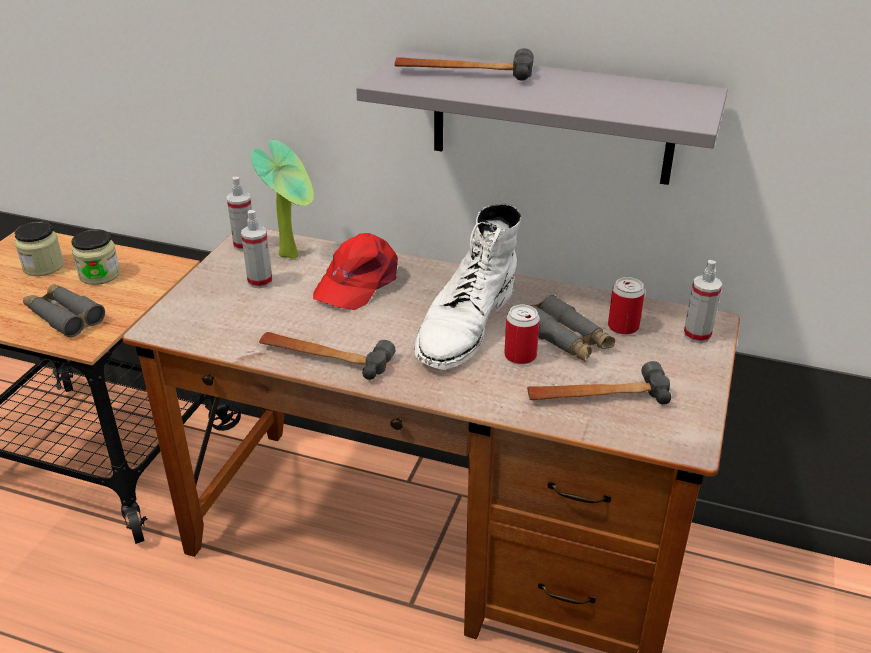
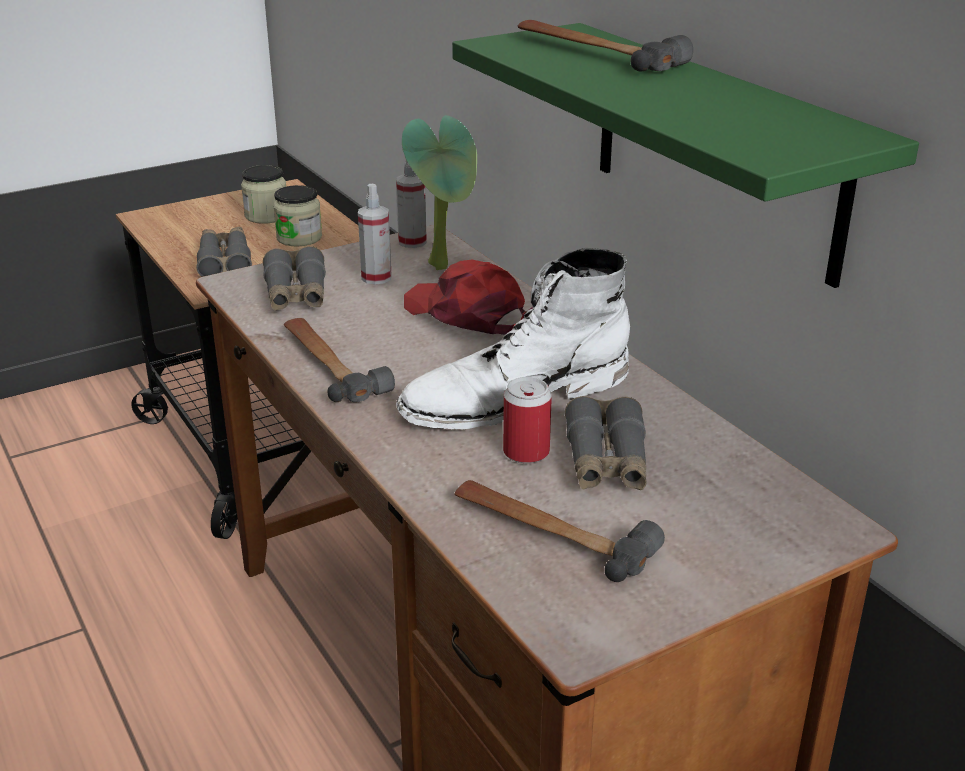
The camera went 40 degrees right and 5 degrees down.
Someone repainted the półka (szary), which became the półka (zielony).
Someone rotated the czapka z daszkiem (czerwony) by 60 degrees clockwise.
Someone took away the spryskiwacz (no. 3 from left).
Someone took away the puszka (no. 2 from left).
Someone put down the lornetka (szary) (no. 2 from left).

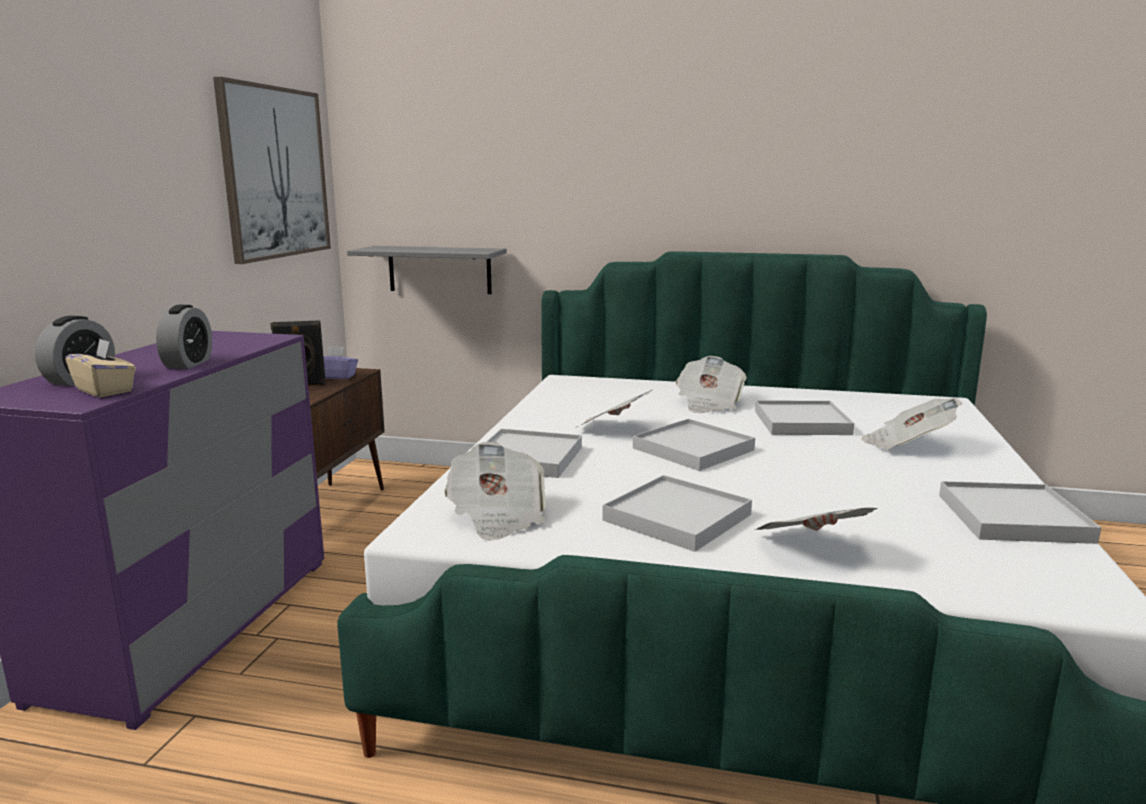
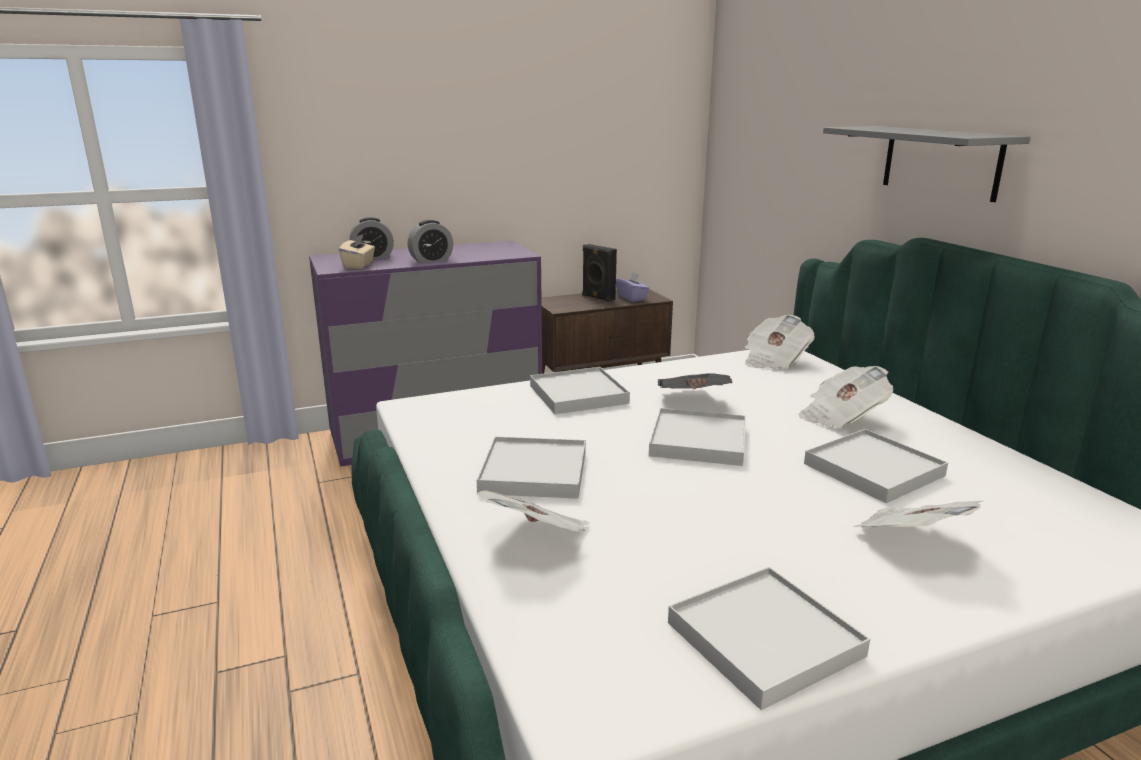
The camera went 55 degrees right and 5 degrees up.
Someone took away the obraz.
Someone carried the półka (szary).
Someone carried the gazeta (no. 1 from left in the first image).

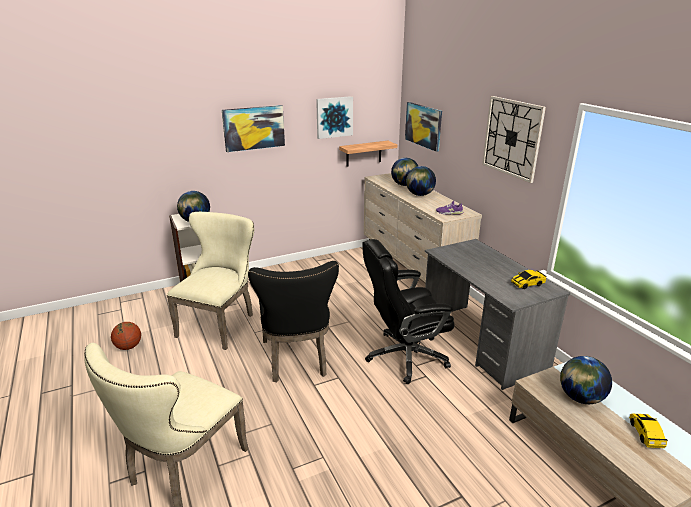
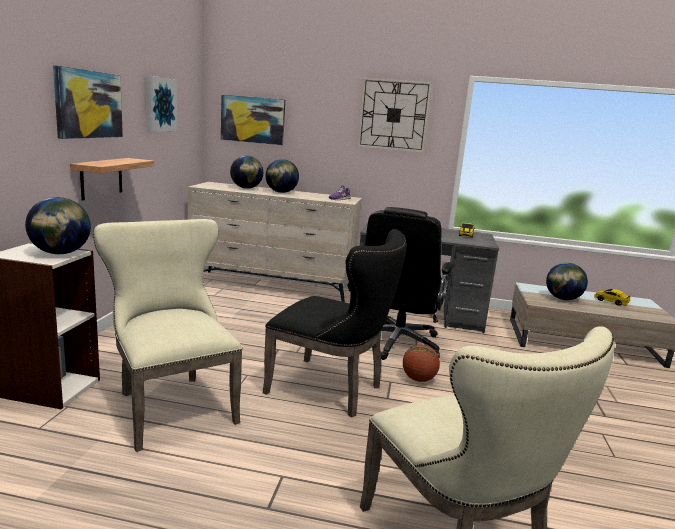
The camera went 55 degrees left and 10 degrees down.
Someone carried the półka.
Someone carried the piłka do koszykówki.

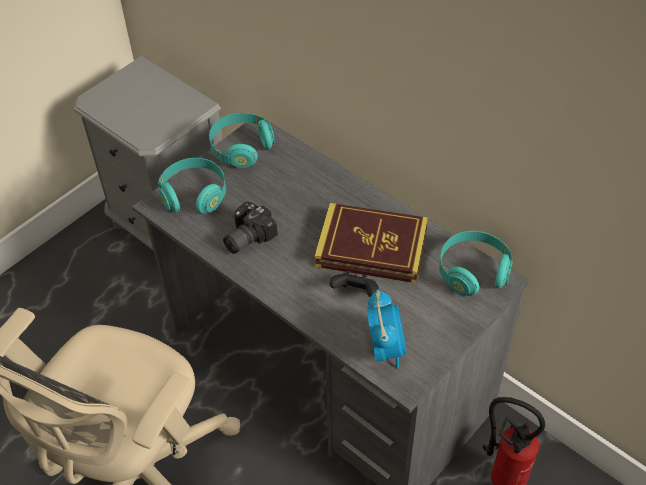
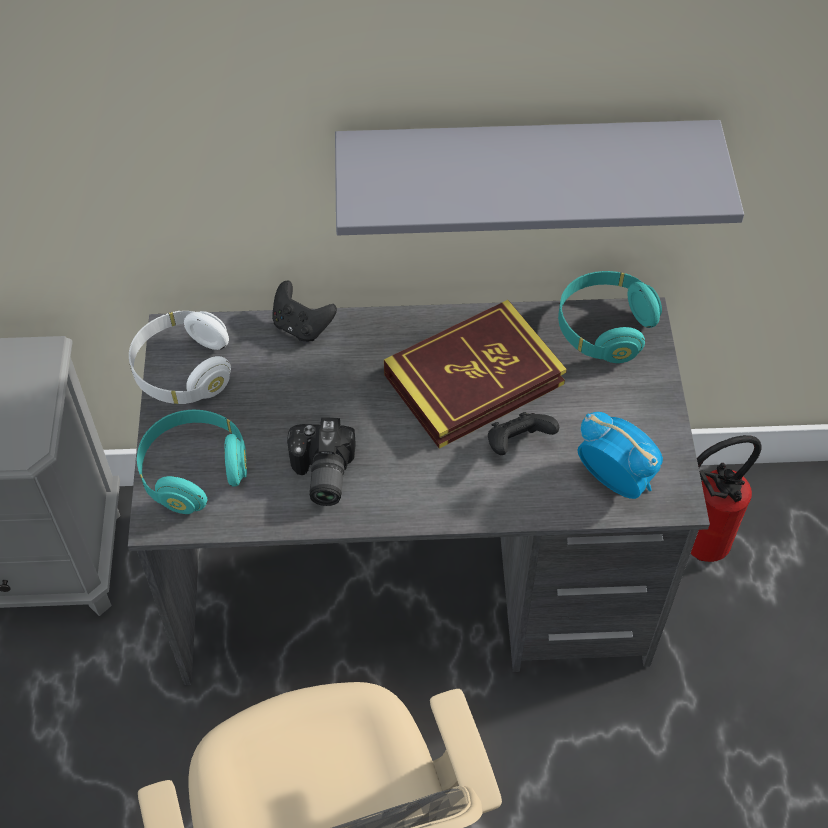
The camera went 45 degrees left and 5 degrees up.
Someone repainted the słuchawki (turkusowy) (no. 2 from left), which became the słuchawki (biały).
Someone put up the półka (szary).
Someone put down the pad do gier (czarny) (no. 1 from left).

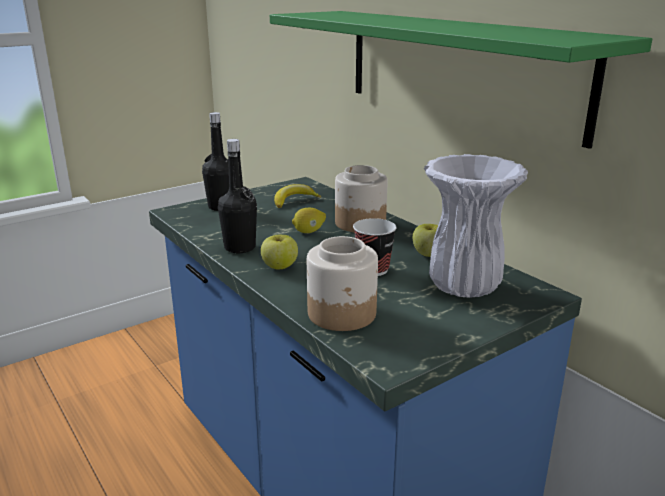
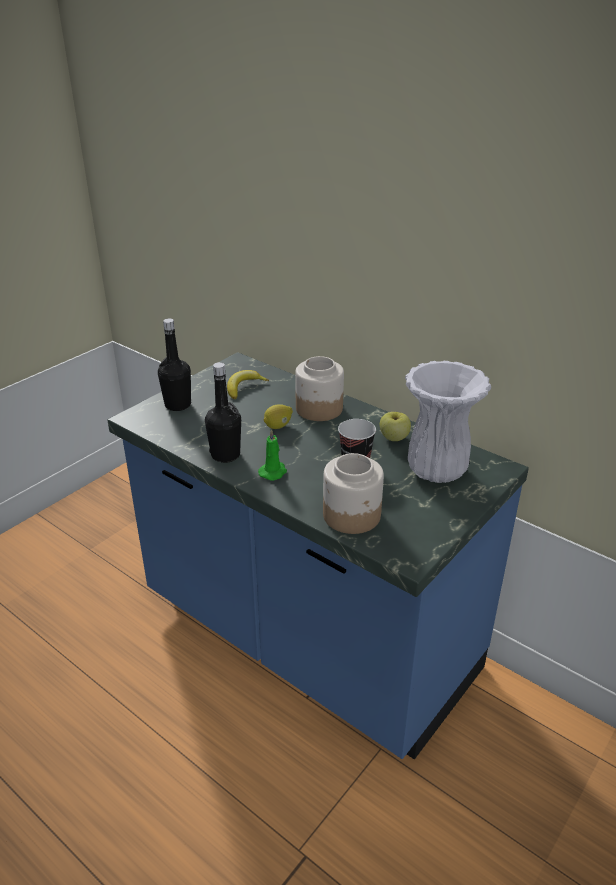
The camera went 15 degrees left and 10 degrees up.
Someone took away the półka (zielony).
Someone swapped the jabłko (no. 1 from left) for the świeca (zielony).

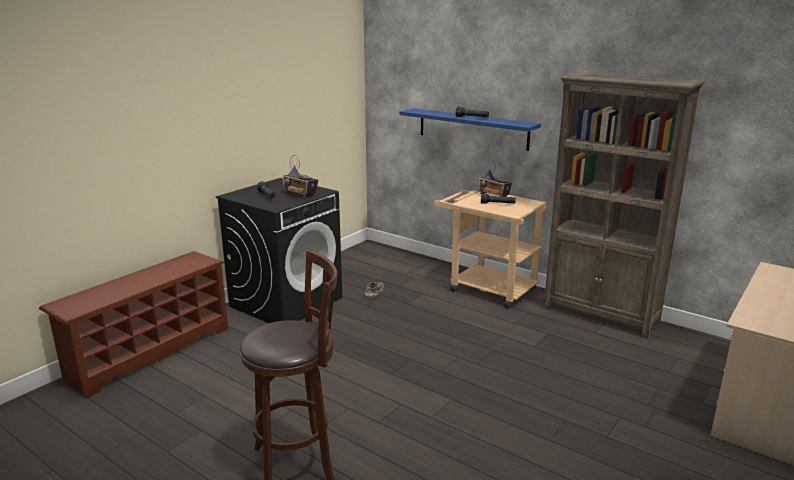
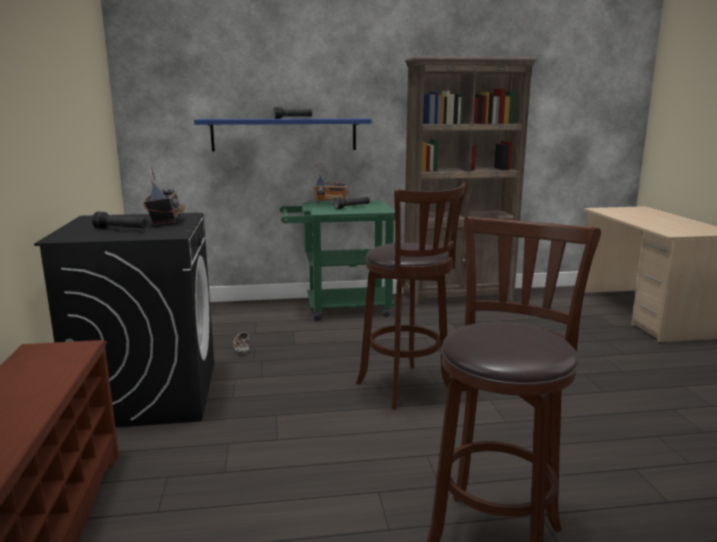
The camera went 45 degrees left and 5 degrees down.
Someone rotated the radio (no. 1 from left) by 90 degrees counterclockwise.
Someone repainted the wózek (beżowy), which became the wózek (zielony).
Someone put down the stołek (brązowy) (no. 1 from left).

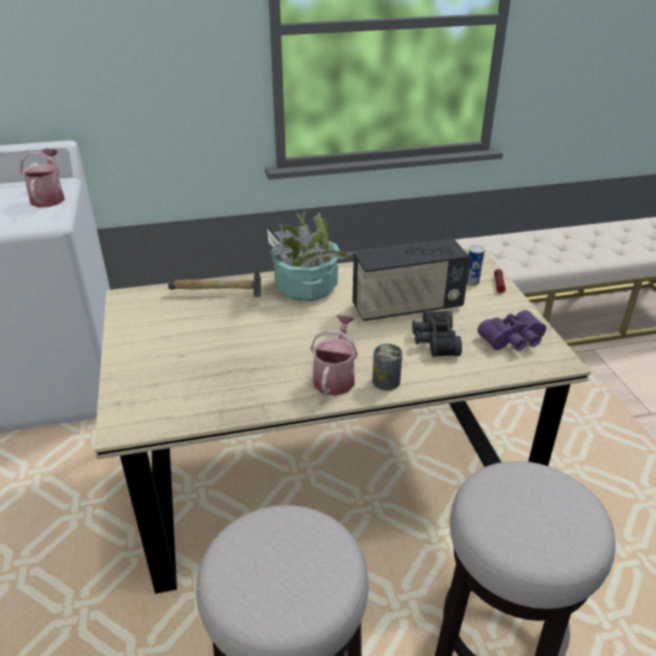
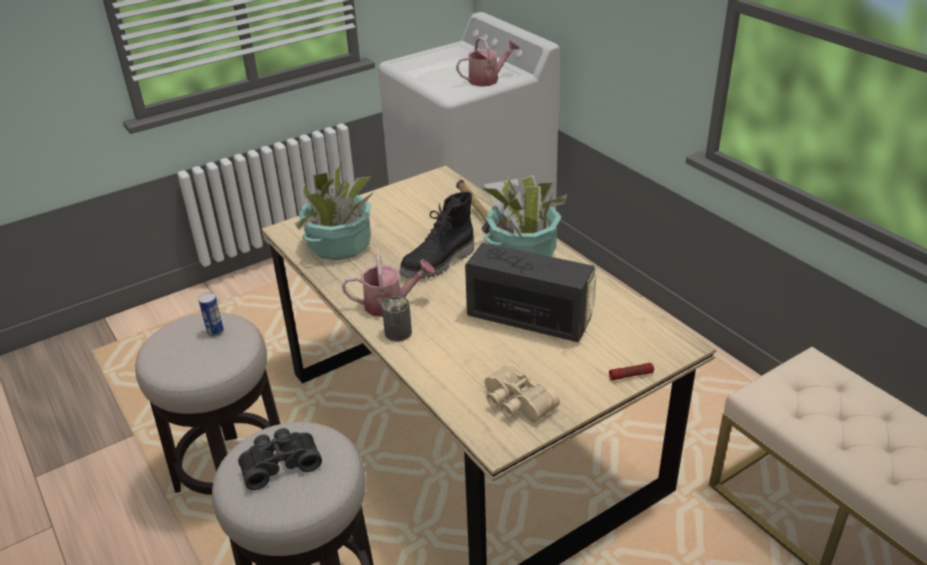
The camera went 70 degrees right and 0 degrees up.
Someone rotated the radio by 150 degrees clockwise.
Someone carried the puszka (no. 2 from left in the first image).
Someone repainted the lornetka (fioletowy), which became the lornetka (beżowy).
Someone carried the lornetka (czarny).
Someone put down the roślina doniczkowa (no. 1 from left).
Someone put down the but z cholewką (czarny).

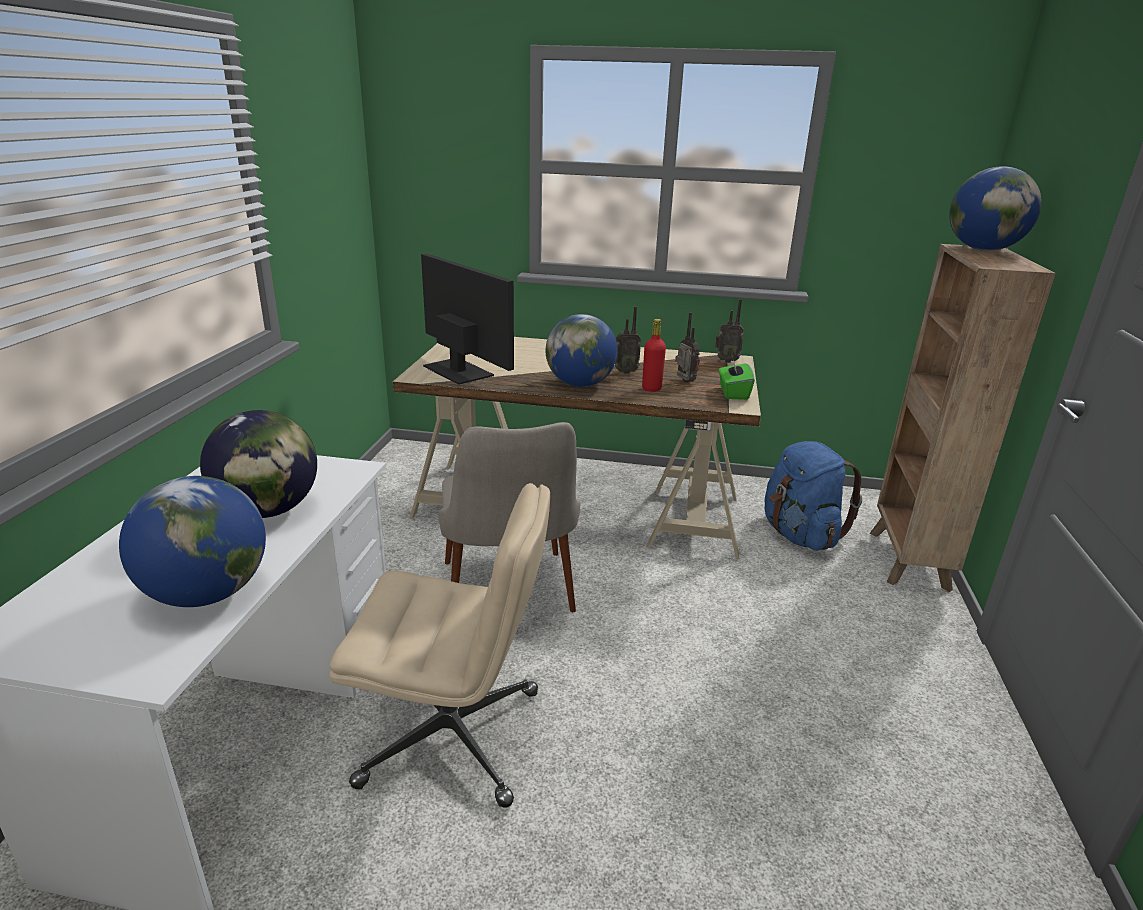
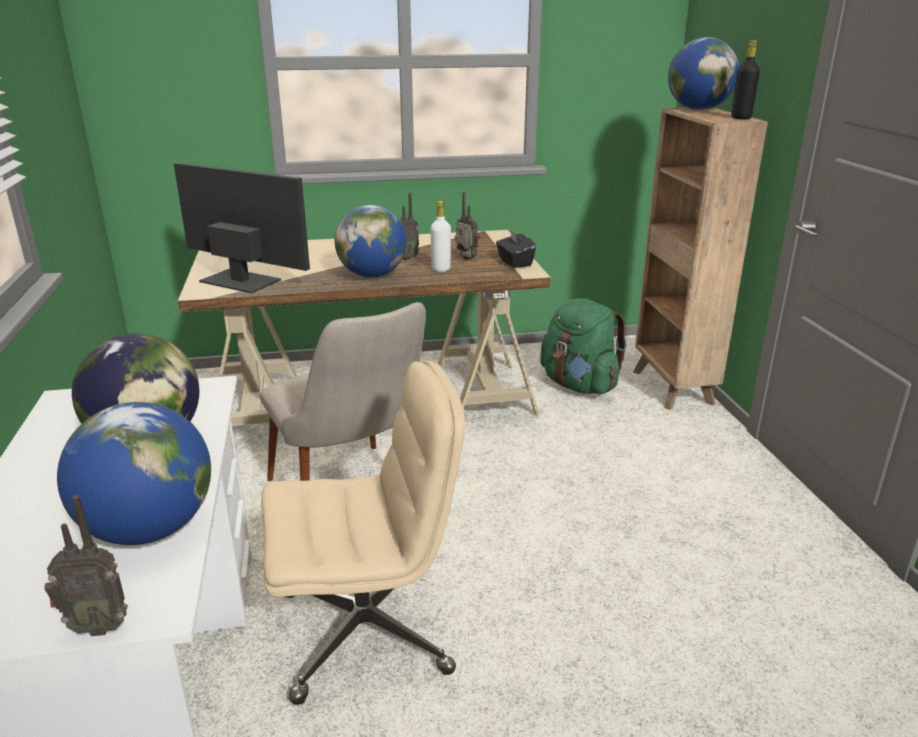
The camera went 20 degrees left and 0 degrees up.
Someone carried the radio (no. 3 from left in the first image).
Someone repainted the butelka (czerwony), which became the butelka (biały).
Someone repainted the pudełko chusteczek (zielony), which became the pudełko chusteczek (czarny).
Someone repainted the plecak (niebieski), which became the plecak (zielony).
Someone put down the butelka (czarny).

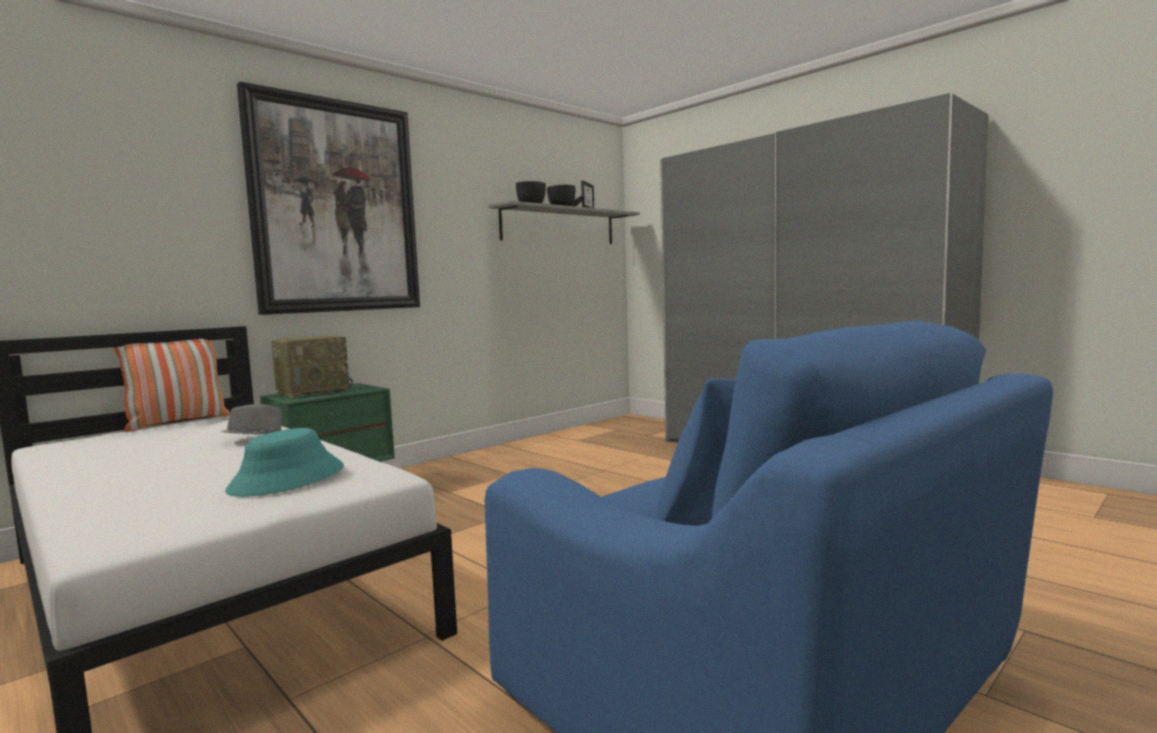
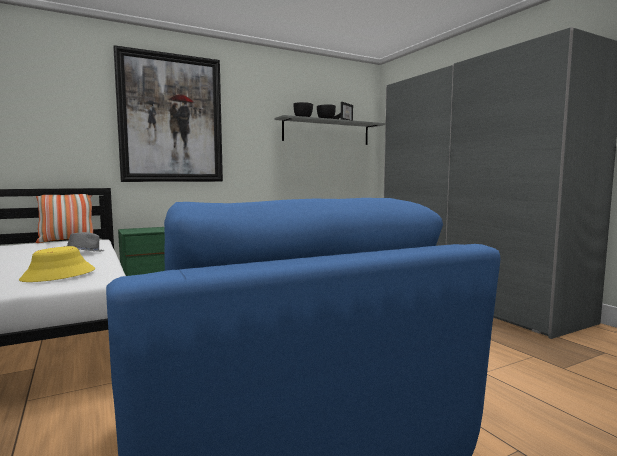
The camera went 15 degrees right and 0 degrees up.
Someone took away the radio.
Someone repainted the kapelusz (turkusowy), which became the kapelusz (żółty).

